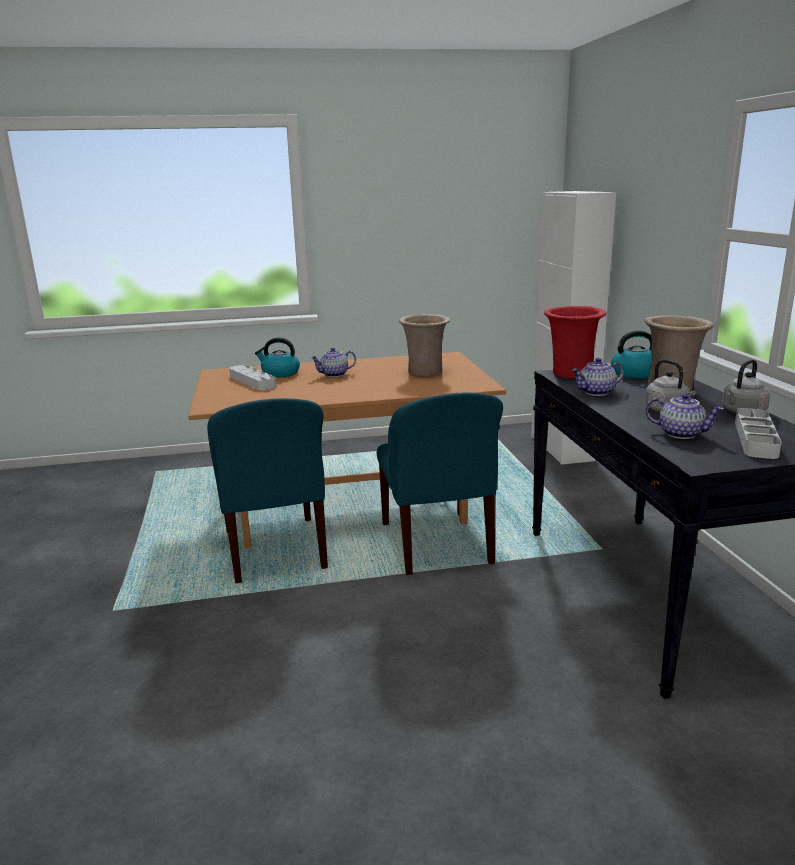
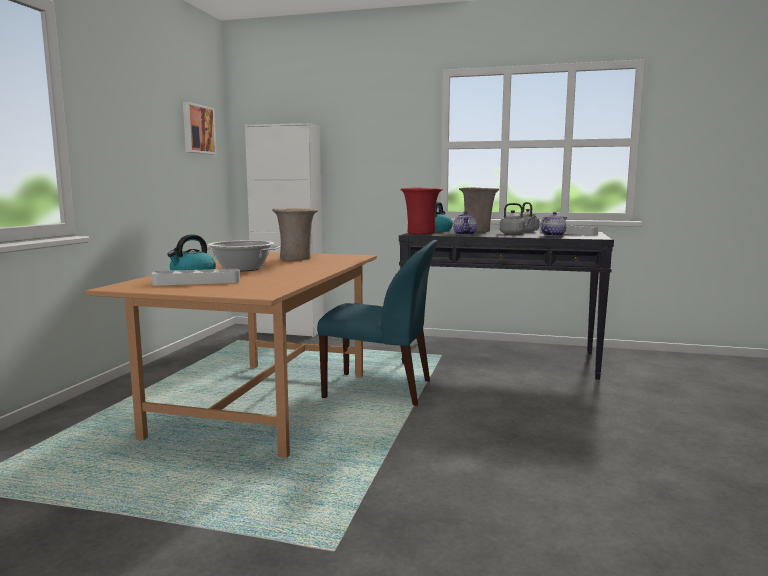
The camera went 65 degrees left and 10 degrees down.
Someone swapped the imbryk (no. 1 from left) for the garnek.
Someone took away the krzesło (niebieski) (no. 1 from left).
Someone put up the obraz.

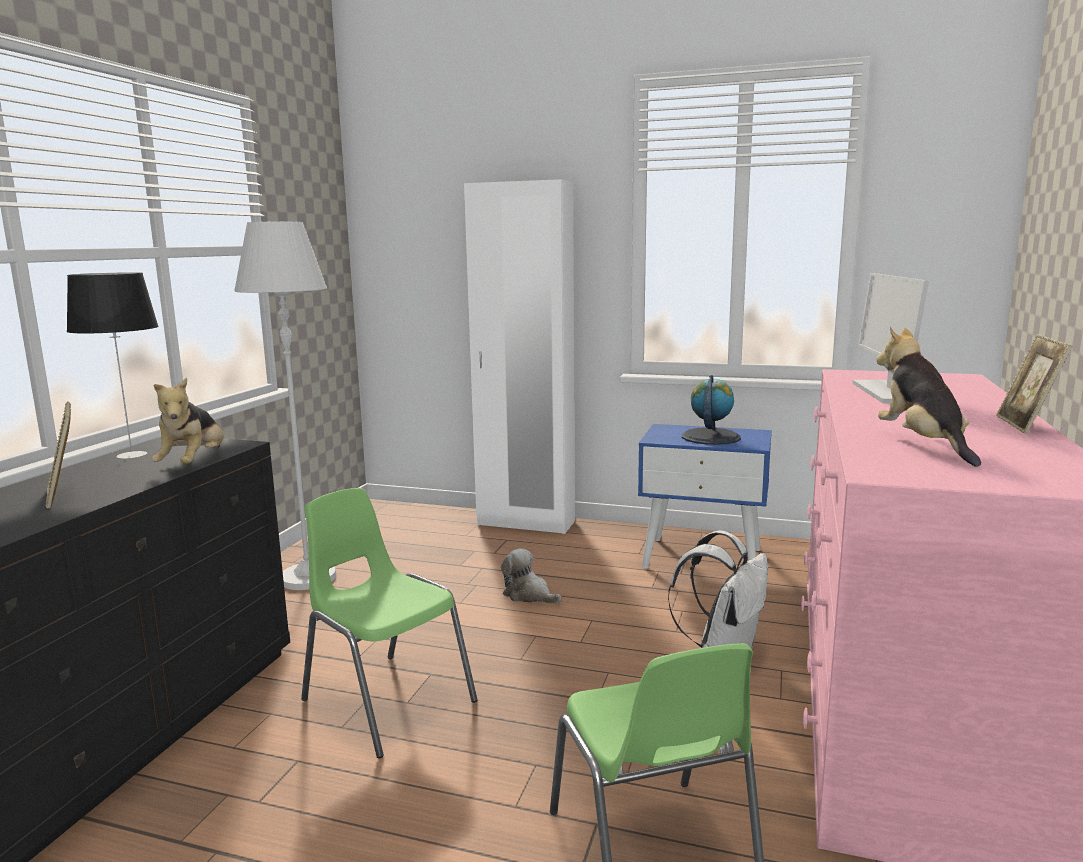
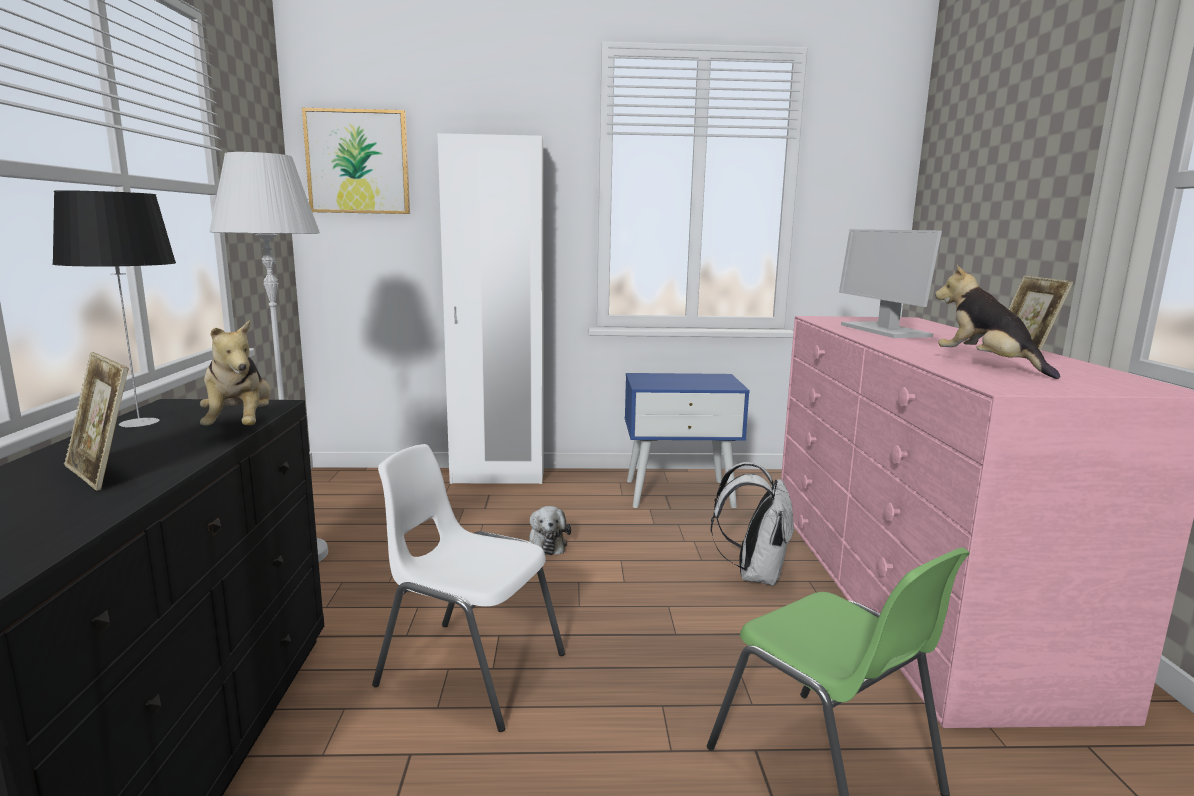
The camera went 20 degrees left and 0 degrees up.
Someone took away the globus.
Someone repainted the krzesło (zielony) (no. 1 from left), which became the krzesło (biały).
Someone rotated the pluszak (no. 2 from left) by 120 degrees counterclockwise.
Someone put up the obraz.

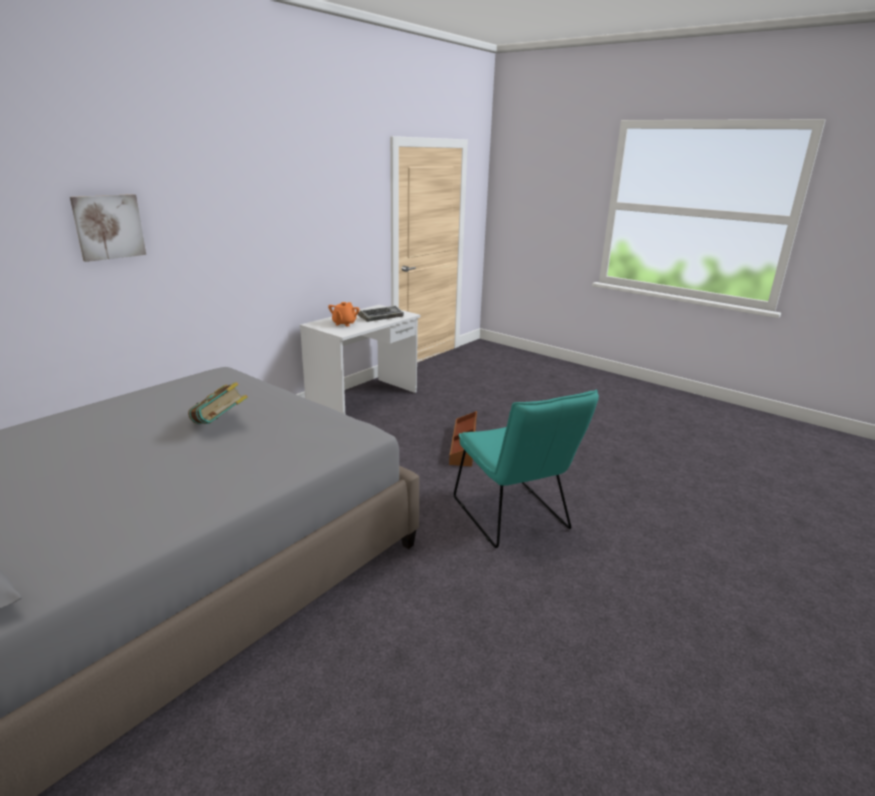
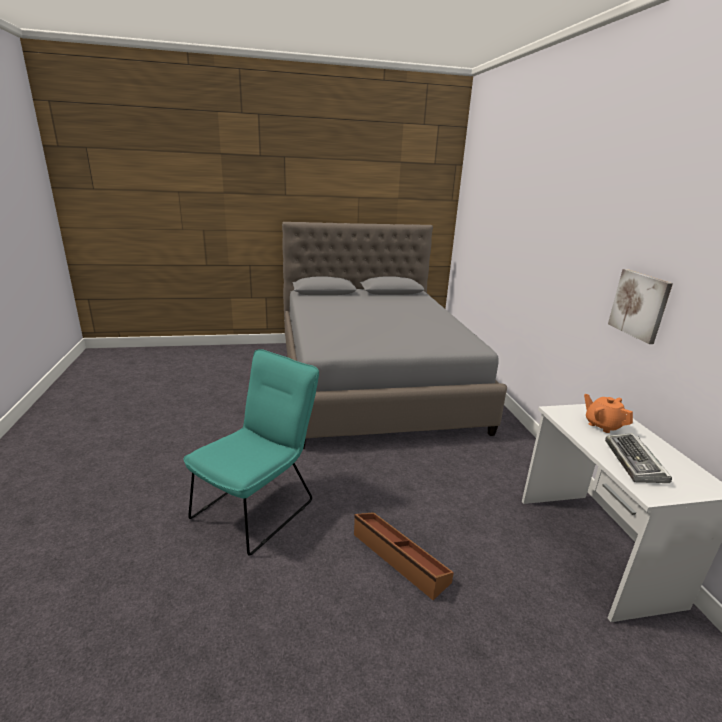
The camera went 130 degrees right and 0 degrees up.
Someone carried the obraz.
Someone took away the książka.
Someone rotated the krzesło (turkusowy) by 105 degrees clockwise.

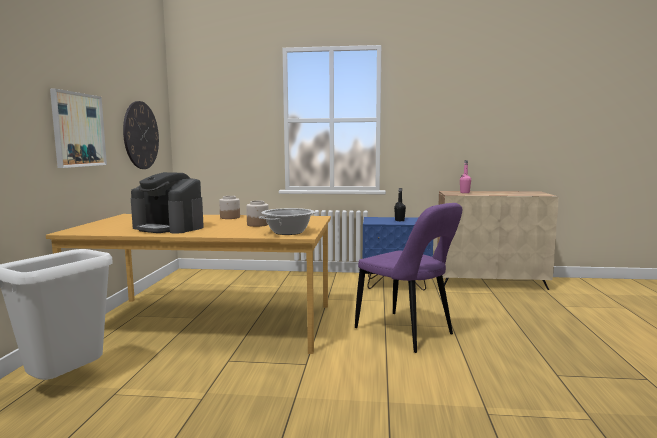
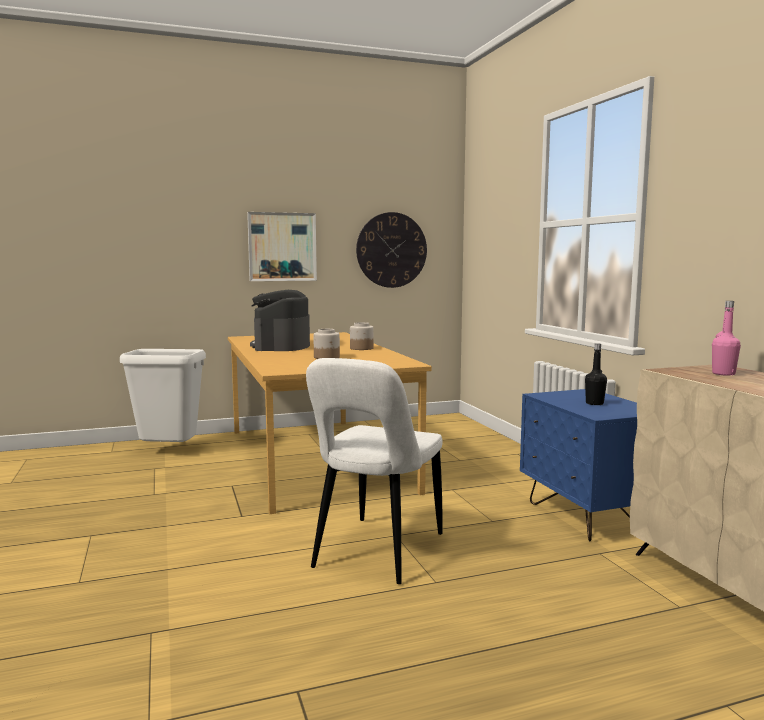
The camera went 65 degrees right and 0 degrees up.
Someone repainted the krzesło (fioletowy), which became the krzesło (biały).
Someone took away the garnek.

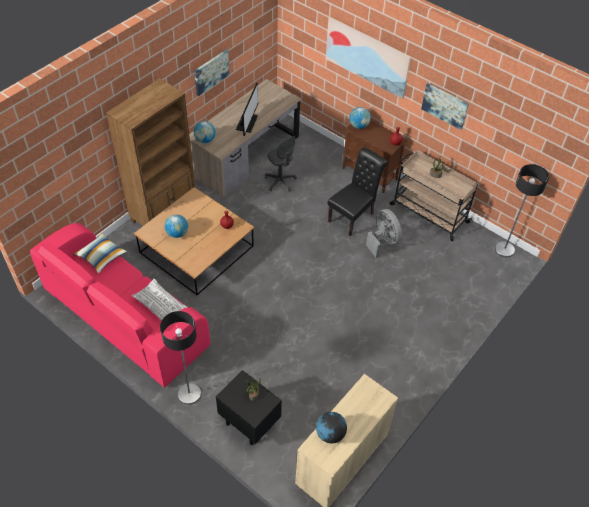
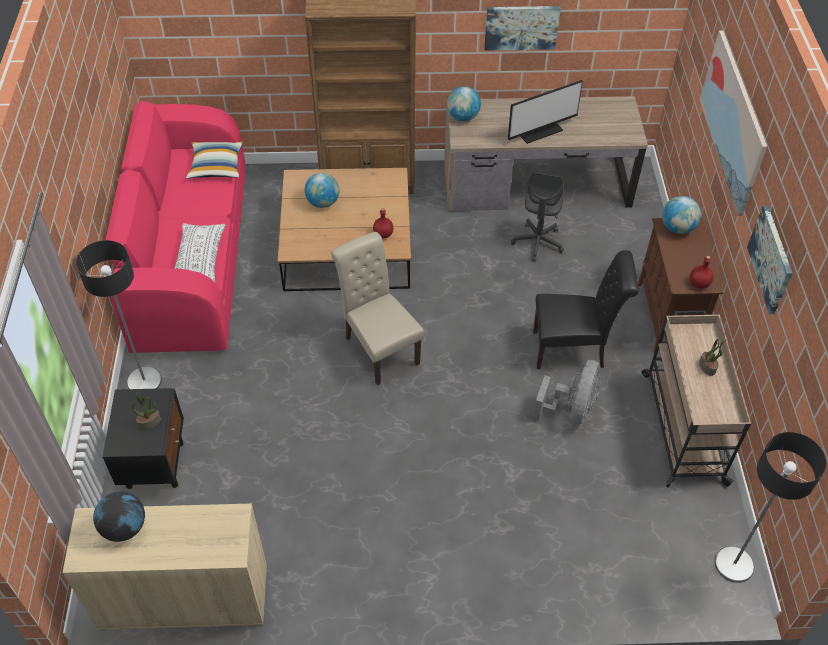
The camera went 50 degrees right and 0 degrees up.
Someone put down the krzesło (beżowy).

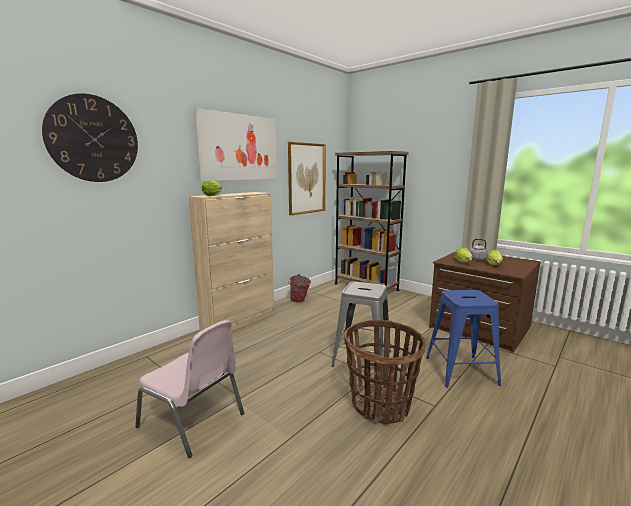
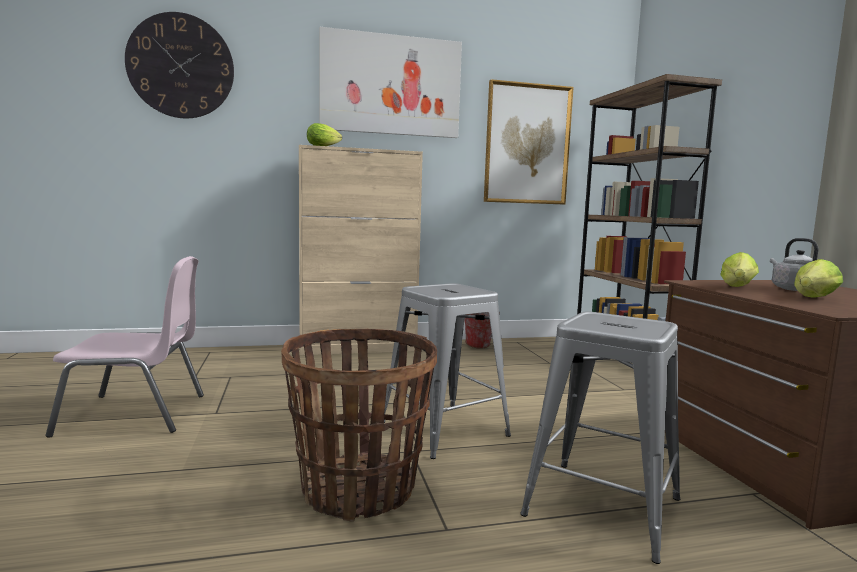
The camera went 35 degrees right and 5 degrees down.
Someone repainted the stołek (niebieski), which became the stołek (szary) (no. 2 from left).
Someone rotated the krzesło (różowy) by 75 degrees counterclockwise.

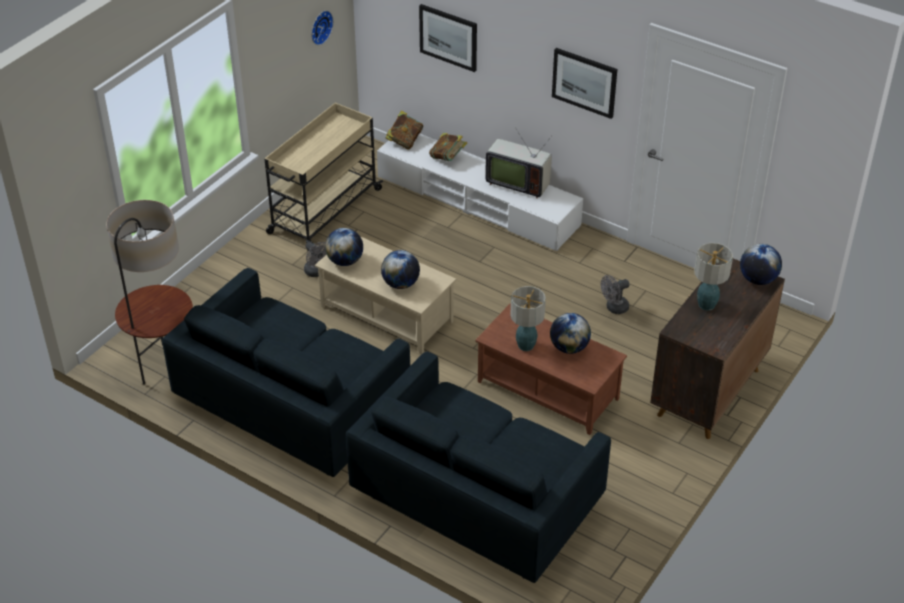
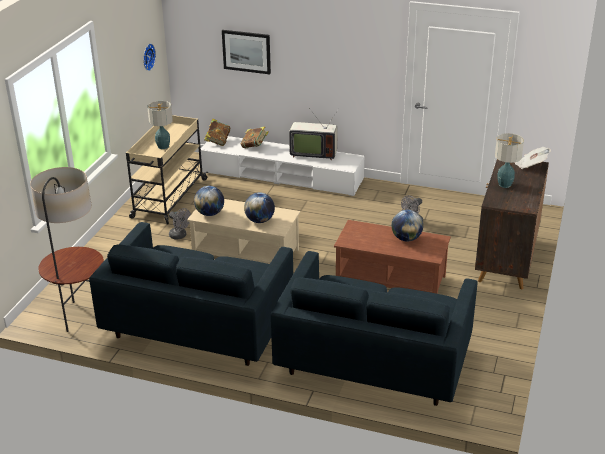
The camera went 15 degrees left and 10 degrees down.
Someone took away the obraz (no. 2 from left).
Someone swapped the globus (no. 4 from left) for the gazeta.
Someone carried the lampa stołowa (no. 1 from left).

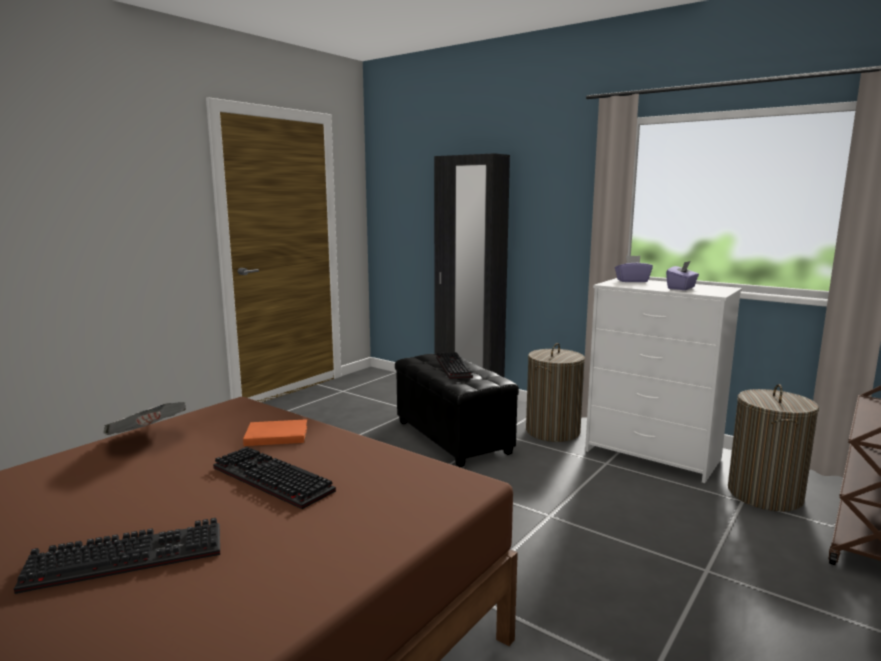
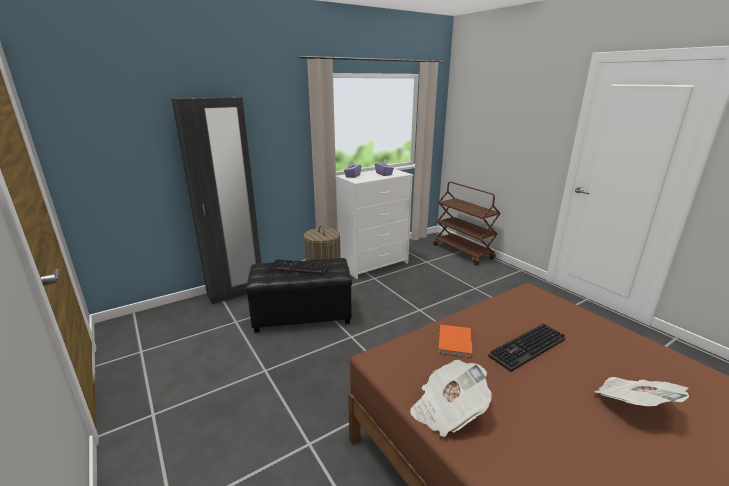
The camera went 70 degrees left and 10 degrees up.
Someone took away the kosz na pranie (no. 2 from left).
Someone swapped the klawiatura (no. 1 from left) for the gazeta (no. 2 from left).

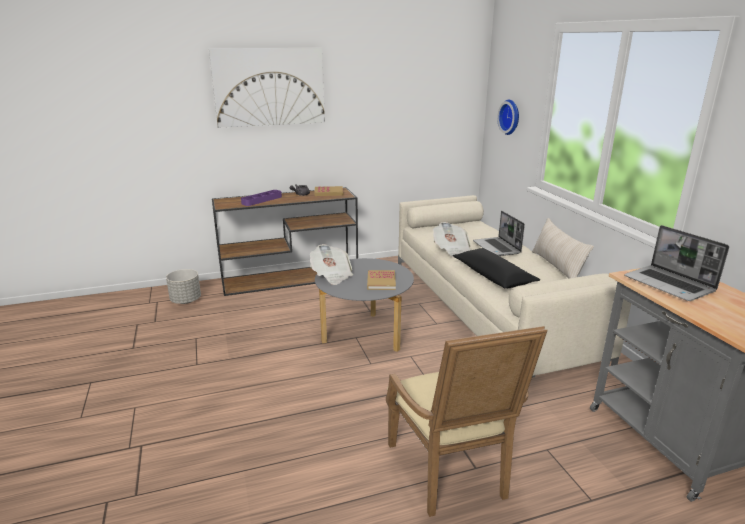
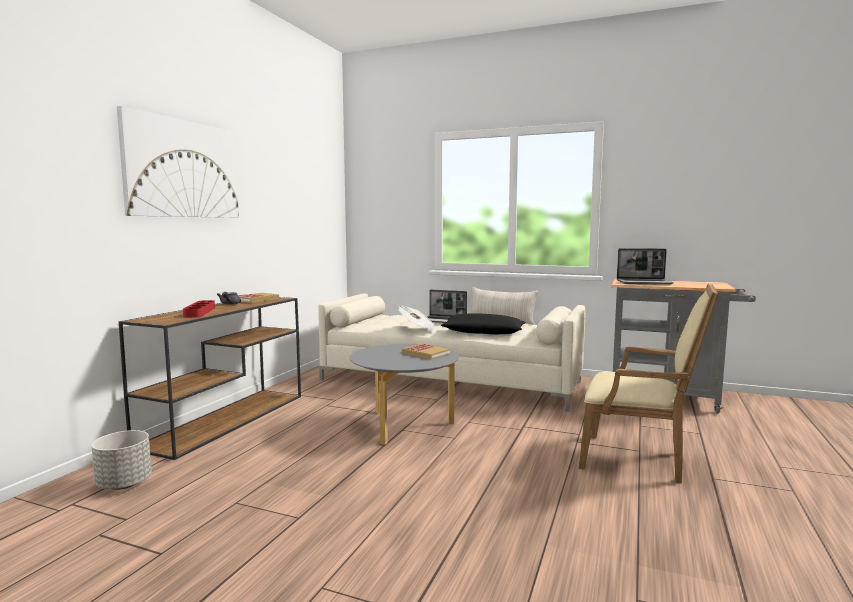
The camera went 50 degrees left and 15 degrees down.
Someone took away the zegar ścienny.
Someone repainted the taca (fioletowy), which became the taca (czerwony).
Someone took away the gazeta (no. 1 from left).

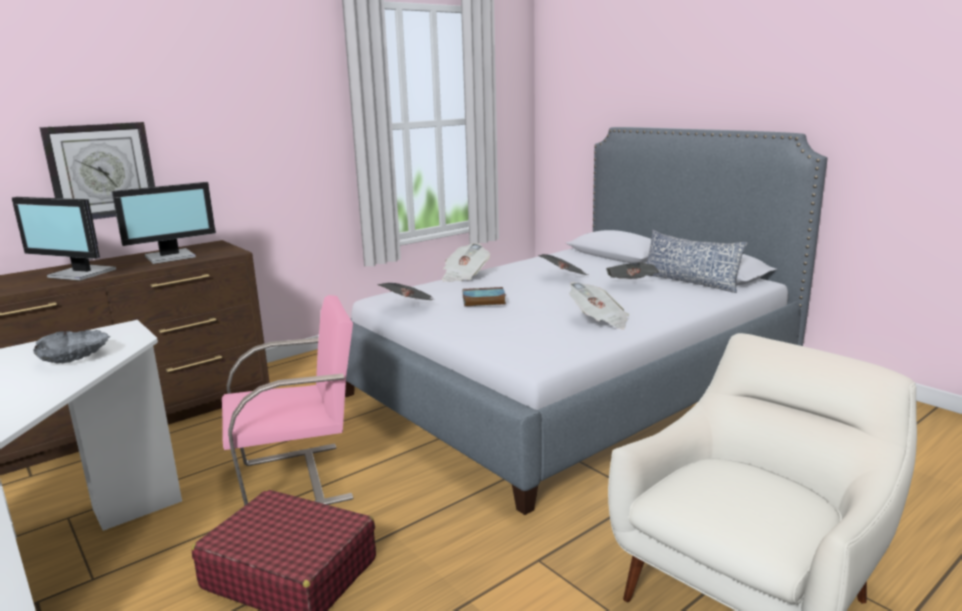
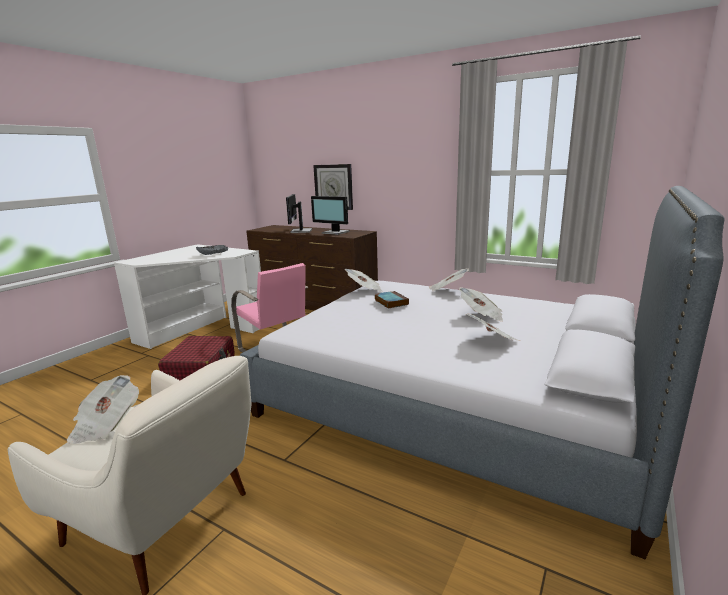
The camera went 70 degrees right and 0 degrees up.
Someone took away the poduszka.
Someone carried the gazeta (no. 4 from left in the first image).

